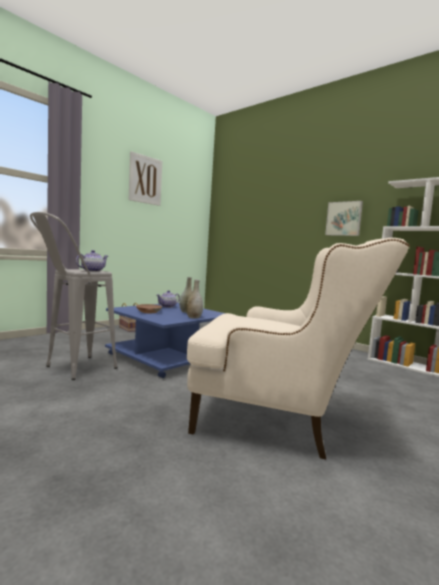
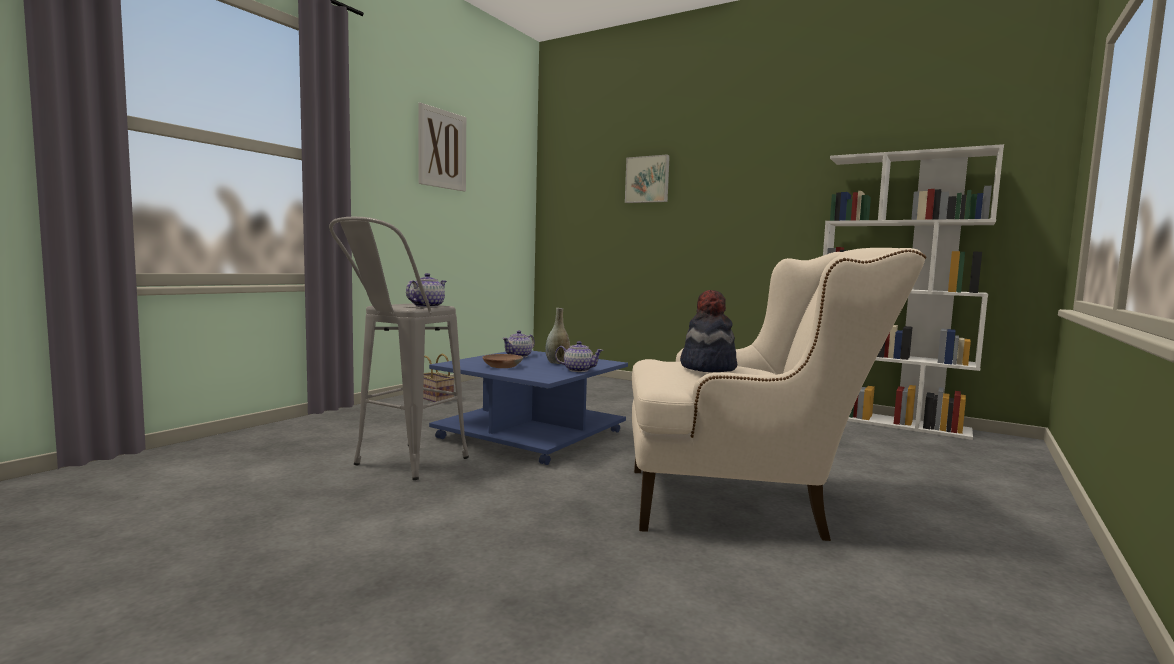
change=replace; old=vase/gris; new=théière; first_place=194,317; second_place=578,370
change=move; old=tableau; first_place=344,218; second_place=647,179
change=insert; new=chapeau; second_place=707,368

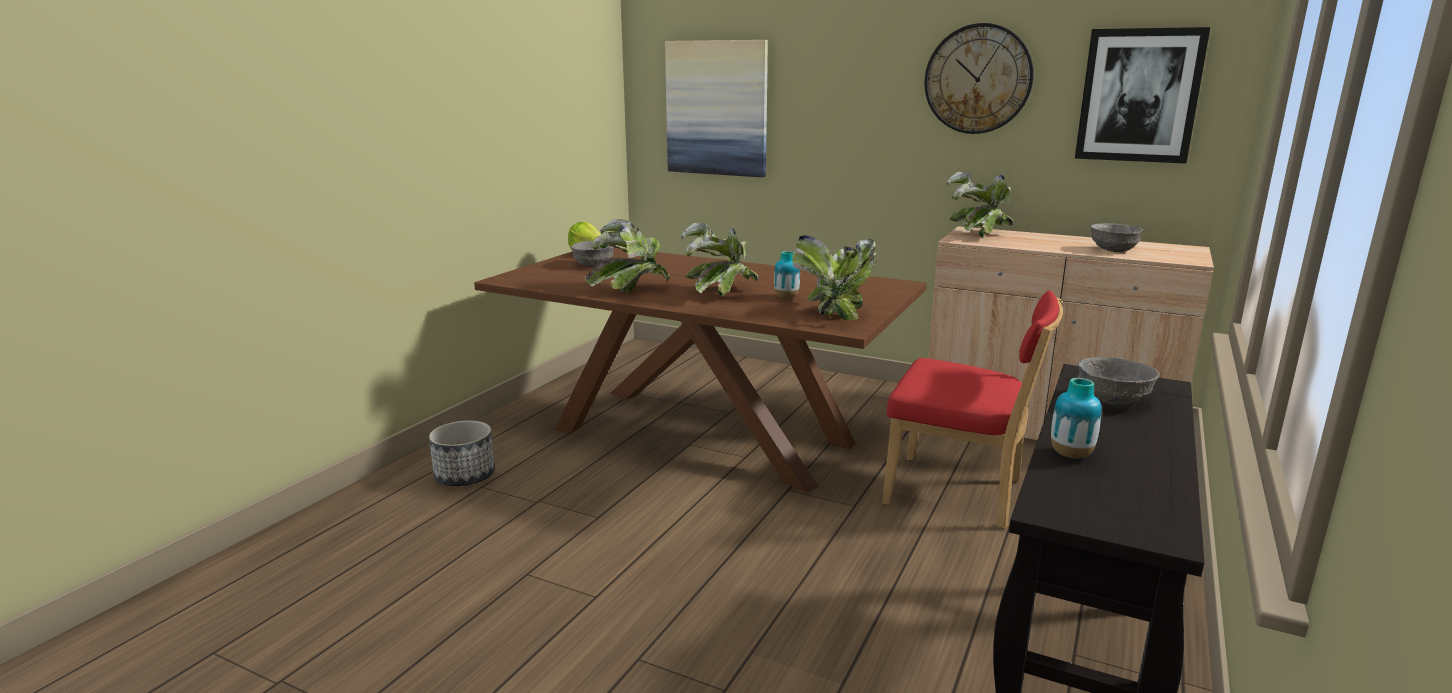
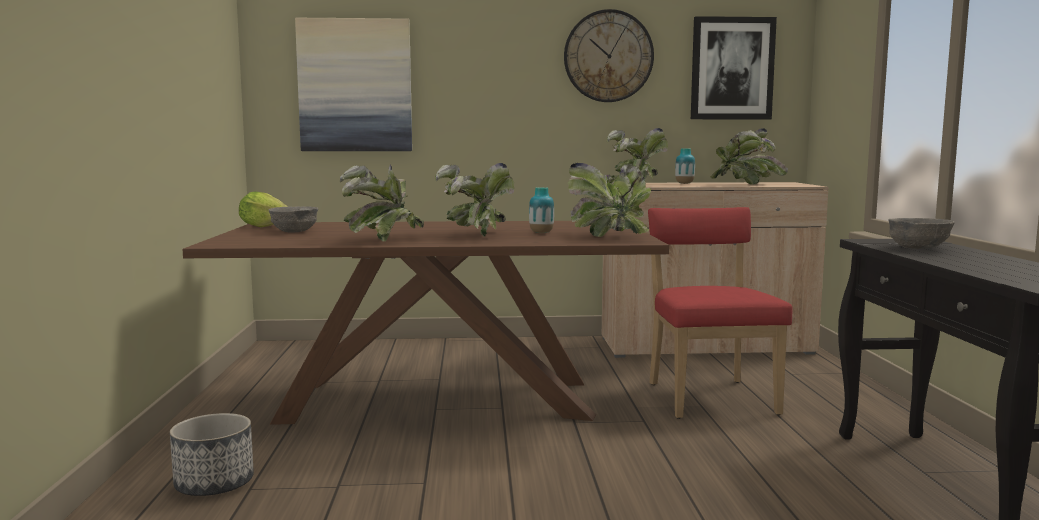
change=rotate; old=chaise/rouge; first_place=961,494; second_place=709,396; degrees=-90
change=move; old=vase; first_place=1071,455; second_place=684,183
change=replace; old=bol/gris; new=plante en pot; first_place=1113,250; second_place=746,184

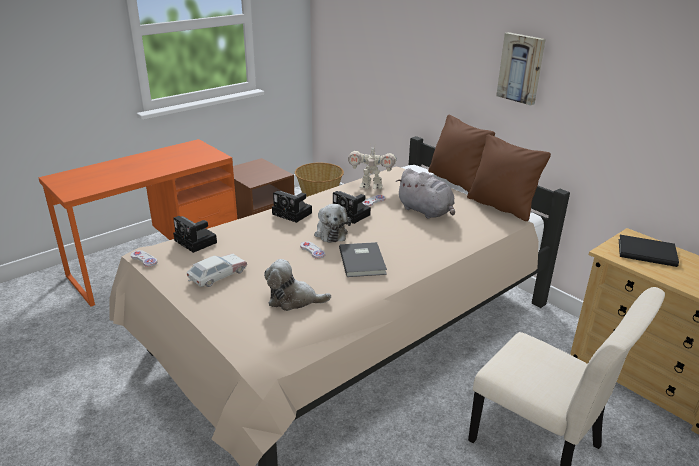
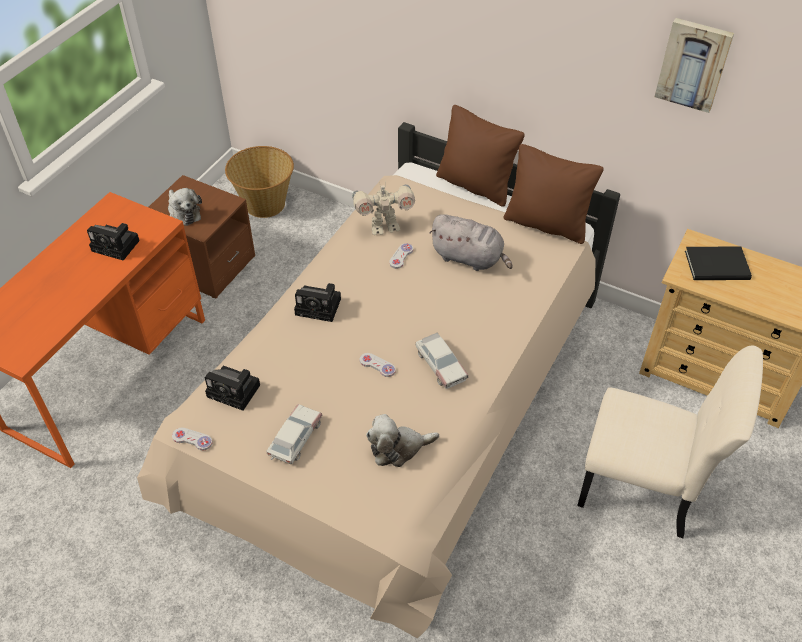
change=move; old=appareil photo; first_place=352,214; second_place=117,246
change=move; old=peluche; first_place=330,233; second_place=183,212
change=replace; old=livre/gris; new=petite voiture; first_place=363,261; second_place=440,364
change=move; old=tableau; first_place=521,68; second_place=693,64

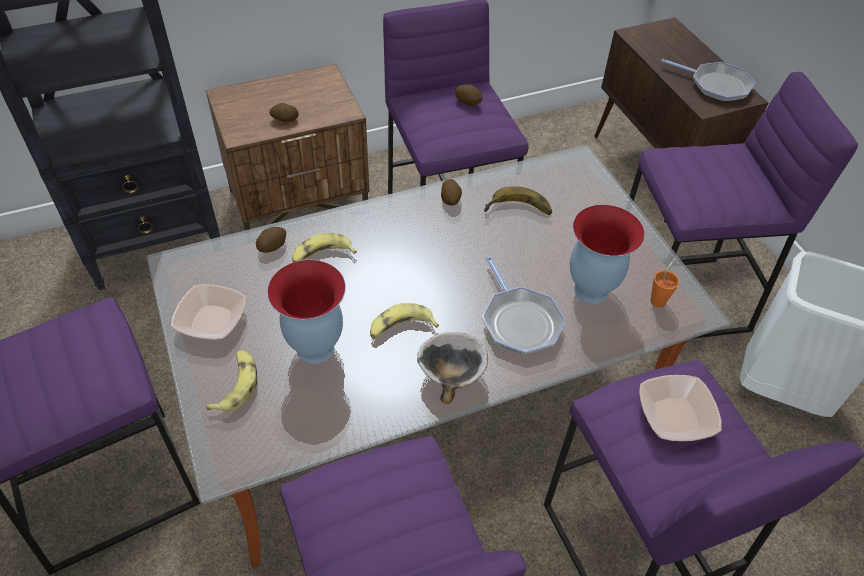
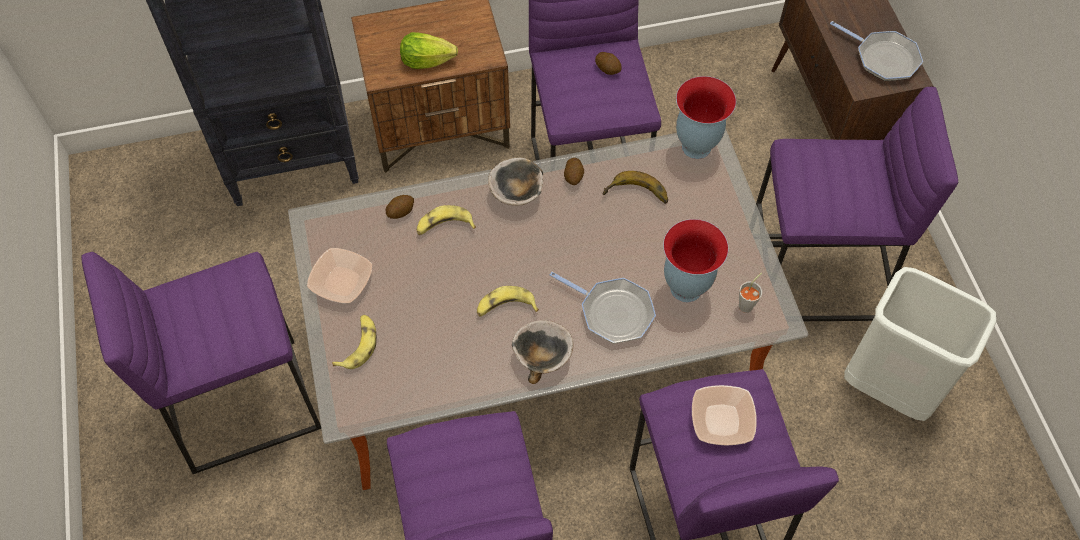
change=replace; old=pomme de terre; new=laitue; first_place=284,119; second_place=426,61
change=insert; new=bol; second_place=516,193
change=rotate; old=poêle; first_place=519,321; second_place=612,312; degrees=-45
change=move; old=vase; first_place=314,348; second_place=695,146
change=recolor; old=tasse/orange; new=tasse/gris; first_place=659,299; second_place=748,304

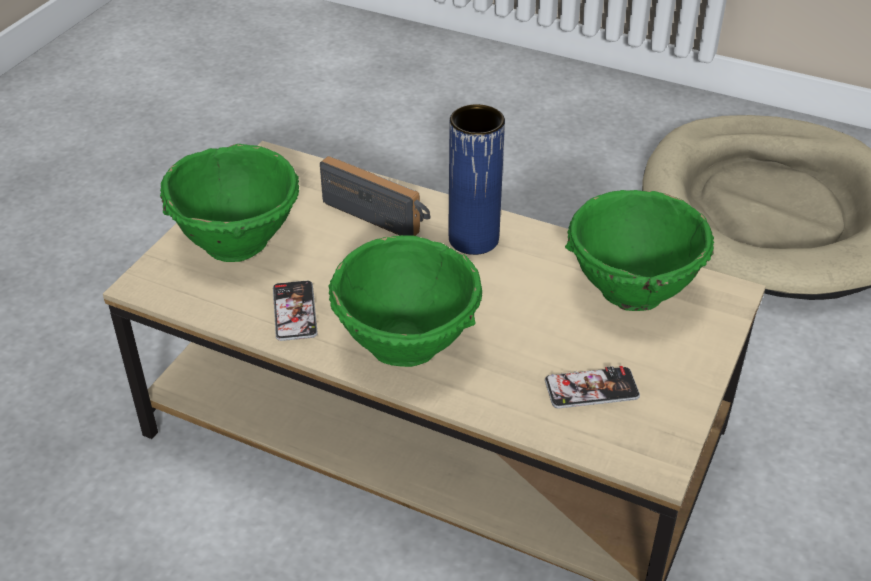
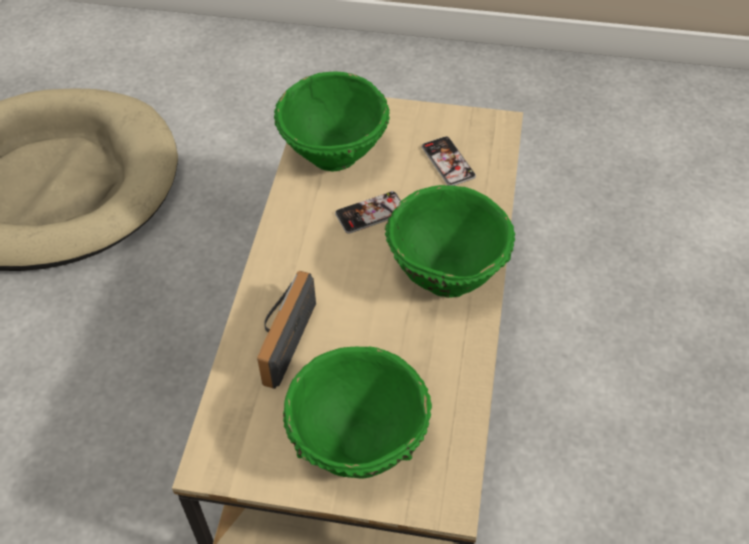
change=move; old=téléphone; first_place=294,311; second_place=371,213
change=delete; old=vase/bleu; first_place=473,239

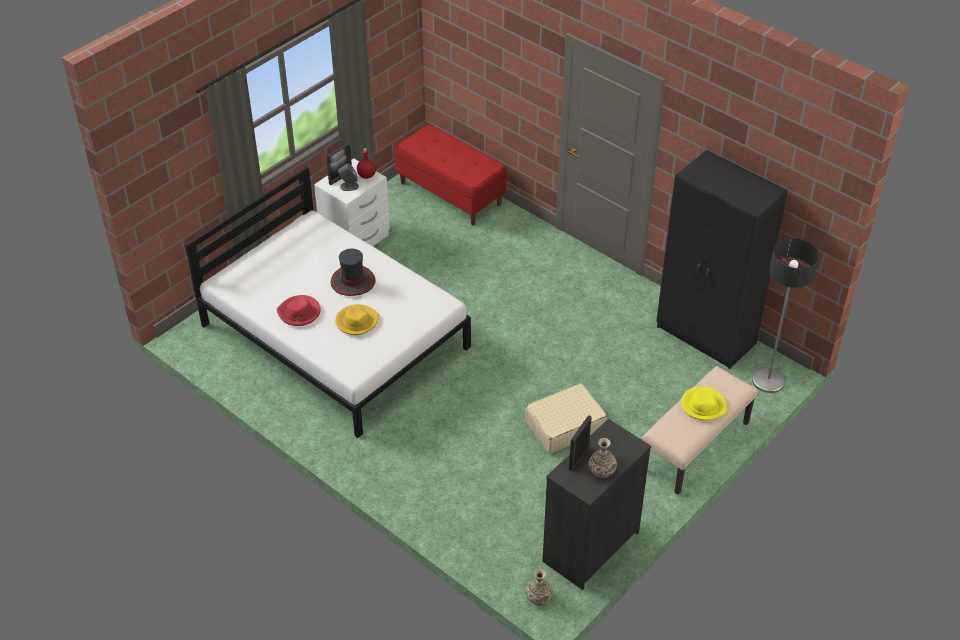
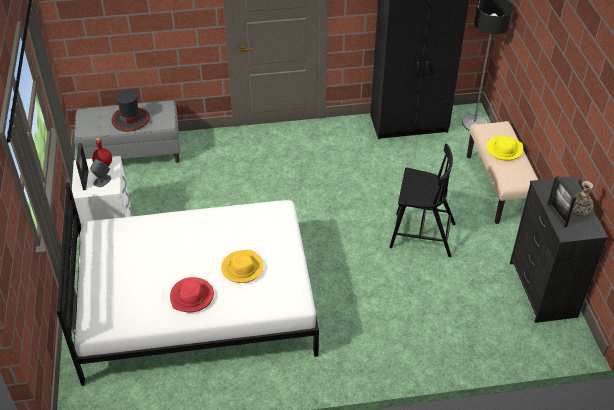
change=recolor; old=banc/rouge; new=banc/gris; first_place=451,193; second_place=132,153
change=move; old=chapeau; first_place=353,281; second_place=131,119
change=replace; old=valise/beige; new=chaise/noir; first_place=564,426; second_place=421,235
change=delete; old=vase; first_place=538,597

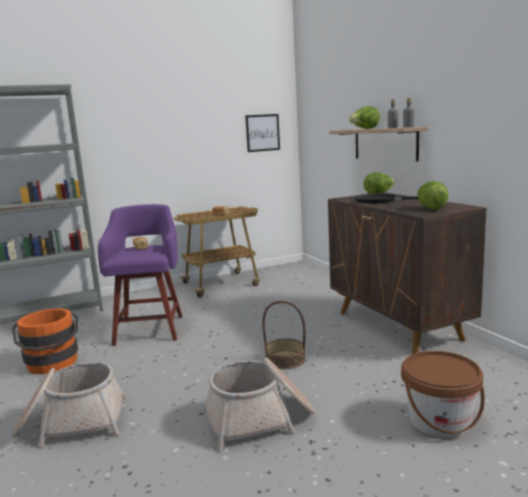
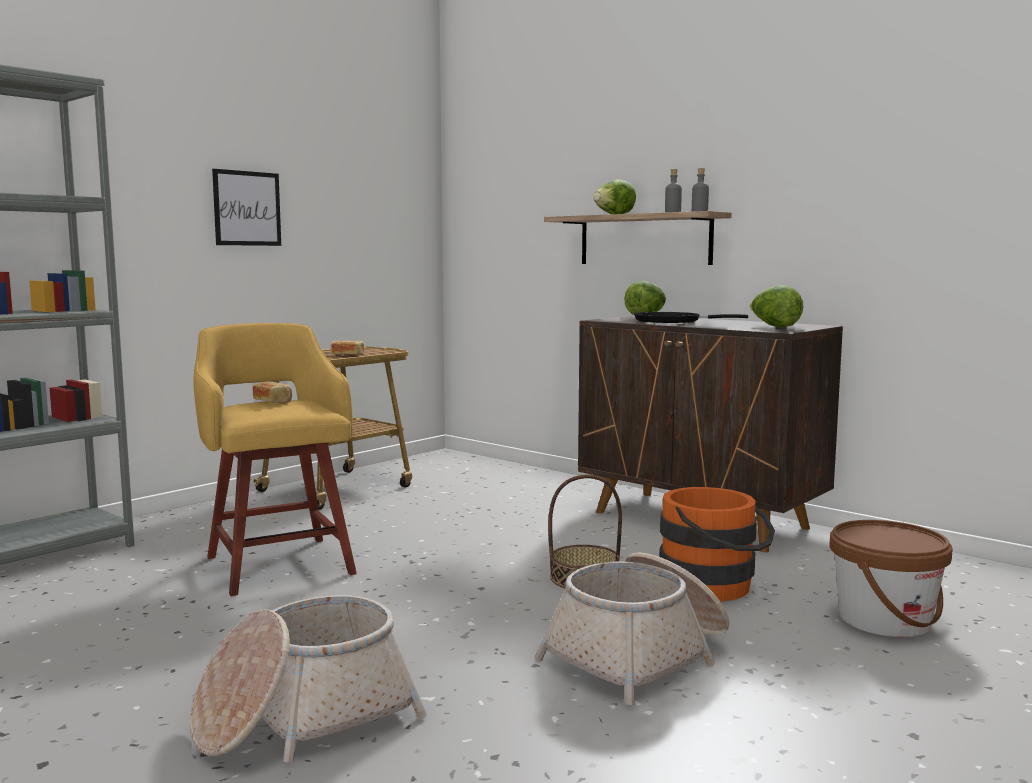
change=recolor; old=tabouret/violet; new=tabouret/jaune; first_place=150,329; second_place=279,563
change=move; old=tableau; first_place=262,133; second_place=247,208
change=move; old=seau/orange; first_place=52,365; second_place=714,587

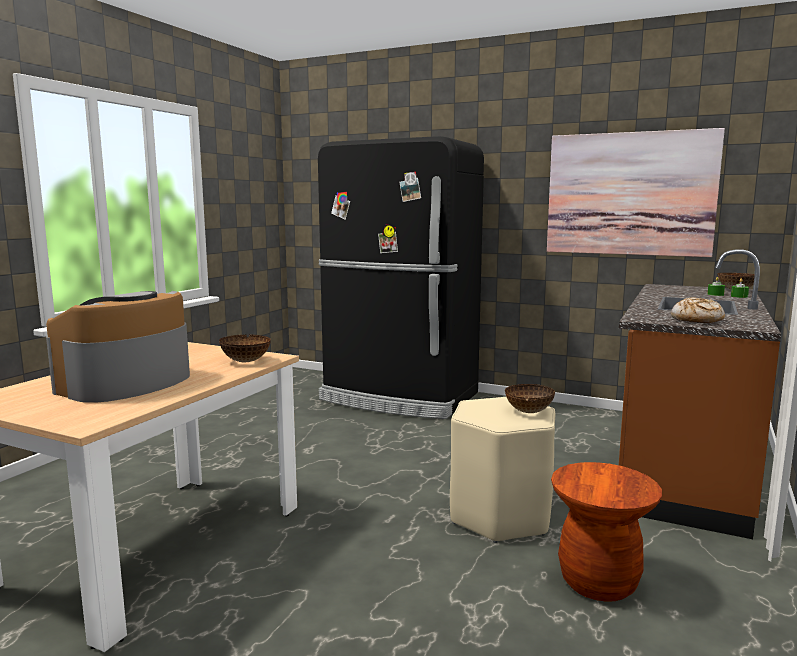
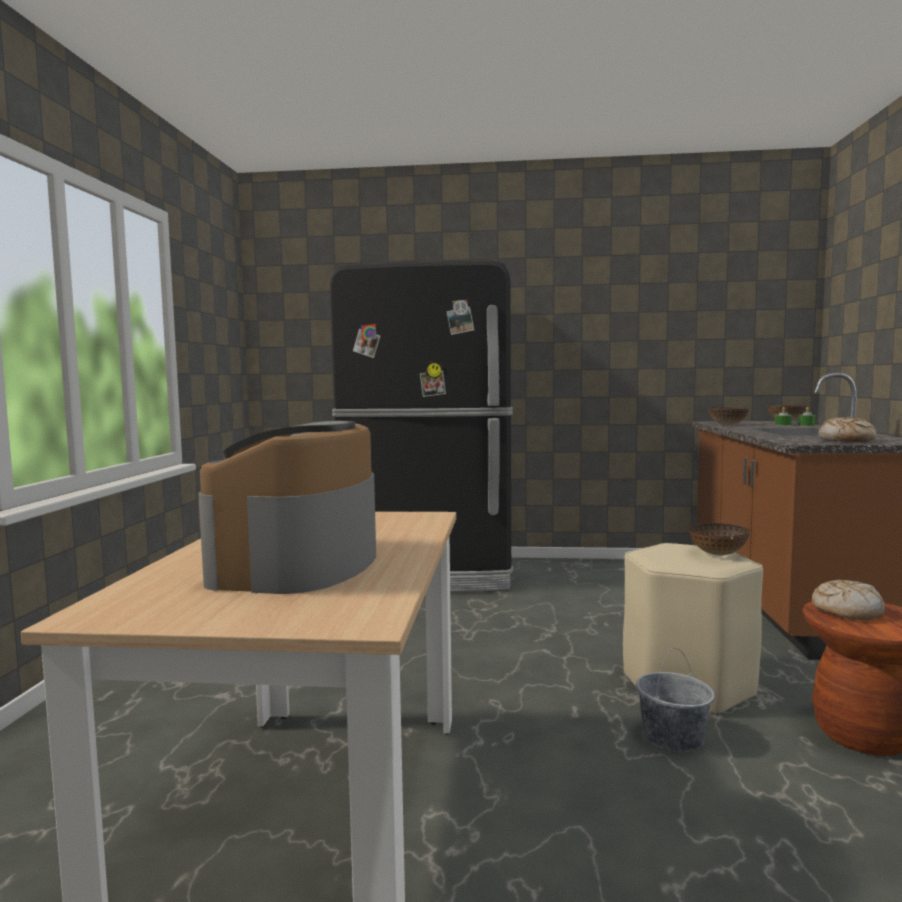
change=insert; new=seau/gris; second_place=672,737
change=move; old=bol; first_place=246,361; second_place=728,425
change=insert; new=pain; second_place=846,610
change=delete; old=tableau; first_place=629,194

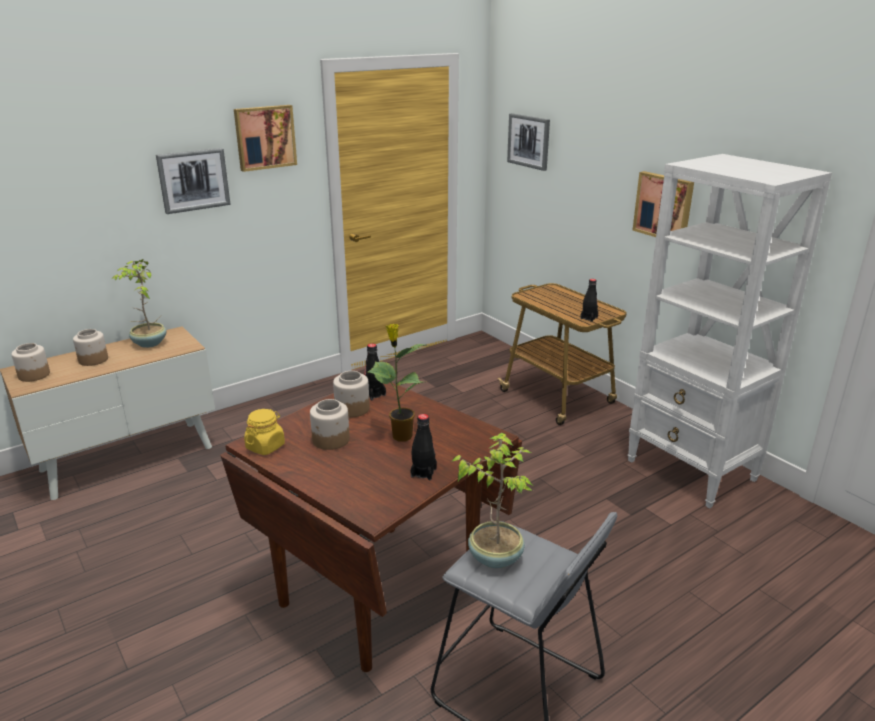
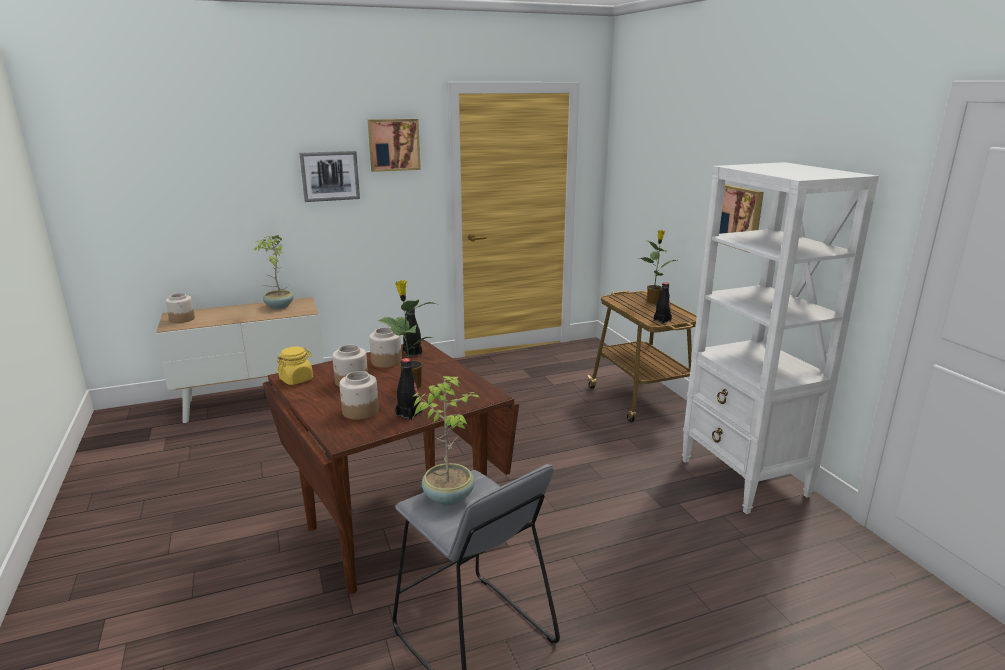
change=move; old=bocal; first_place=93,360; second_place=360,411
change=insert; new=plante en pot; second_place=653,301
change=delete; old=tableau; first_place=529,141

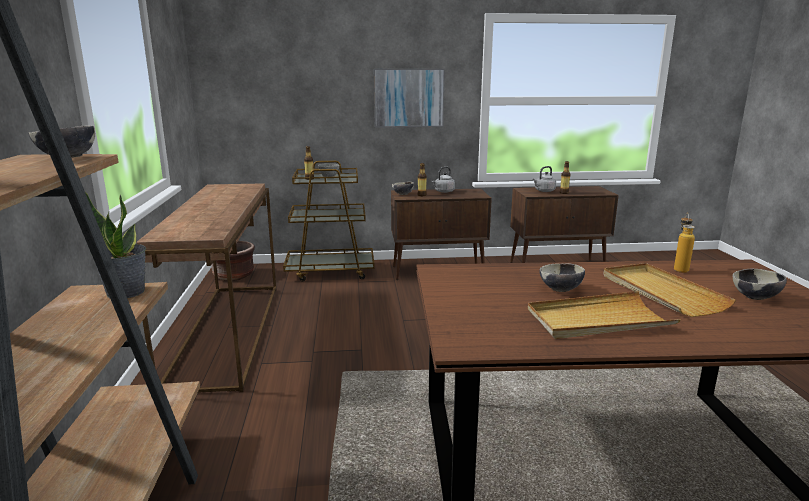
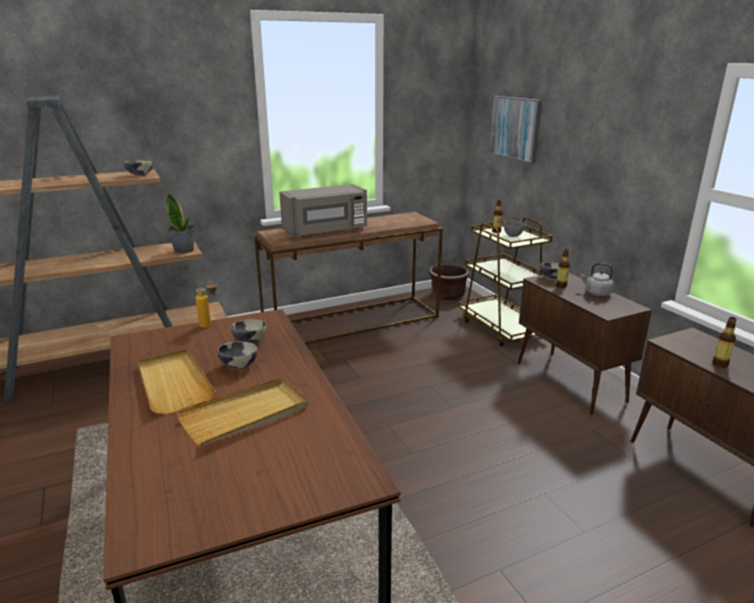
change=move; old=bouteille; first_place=680,268; second_place=210,325
change=move; old=bol; first_place=755,297; second_place=250,341
change=insert; new=micro-ondes/gris; second_place=326,230
change=move; old=tableau; first_place=409,98; second_place=515,128
change=delete; old=bouilloire/gris; first_place=544,191

